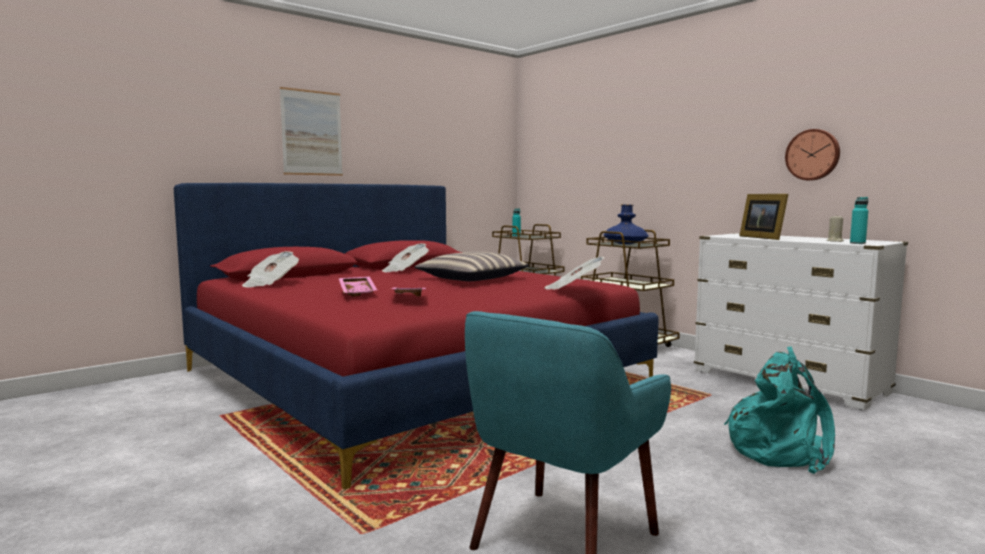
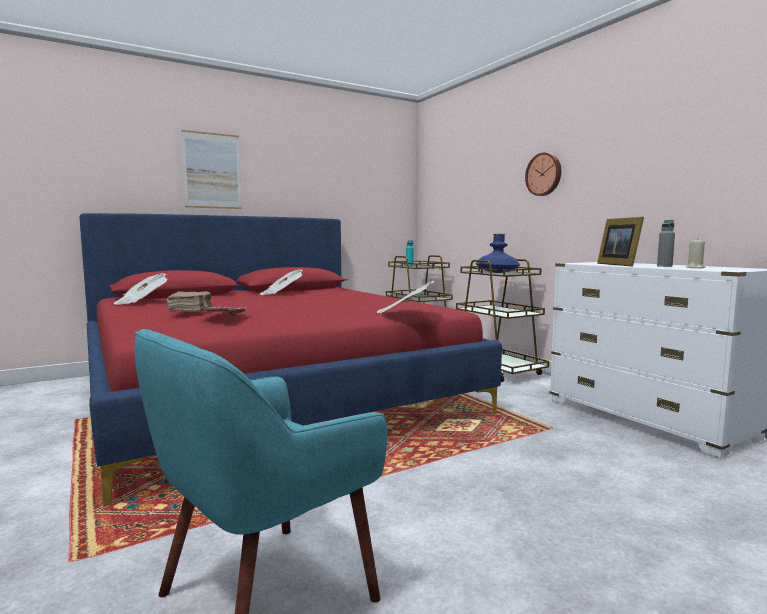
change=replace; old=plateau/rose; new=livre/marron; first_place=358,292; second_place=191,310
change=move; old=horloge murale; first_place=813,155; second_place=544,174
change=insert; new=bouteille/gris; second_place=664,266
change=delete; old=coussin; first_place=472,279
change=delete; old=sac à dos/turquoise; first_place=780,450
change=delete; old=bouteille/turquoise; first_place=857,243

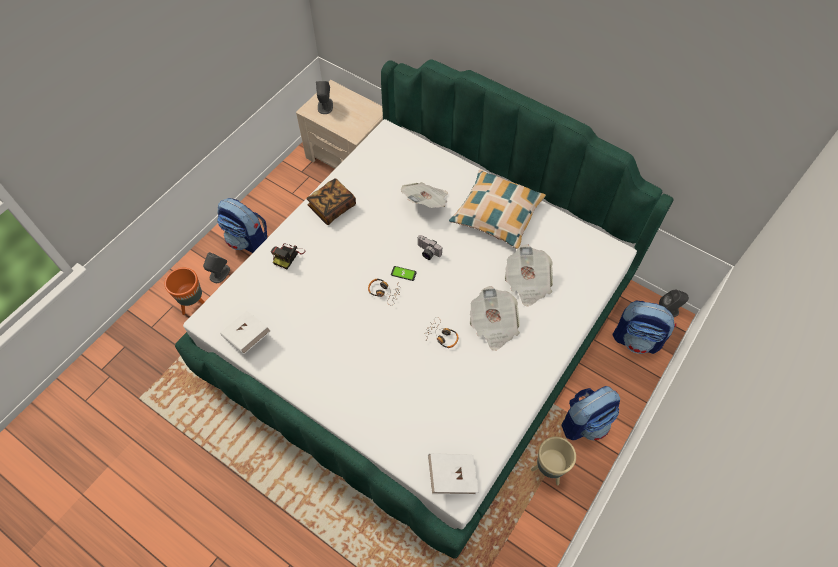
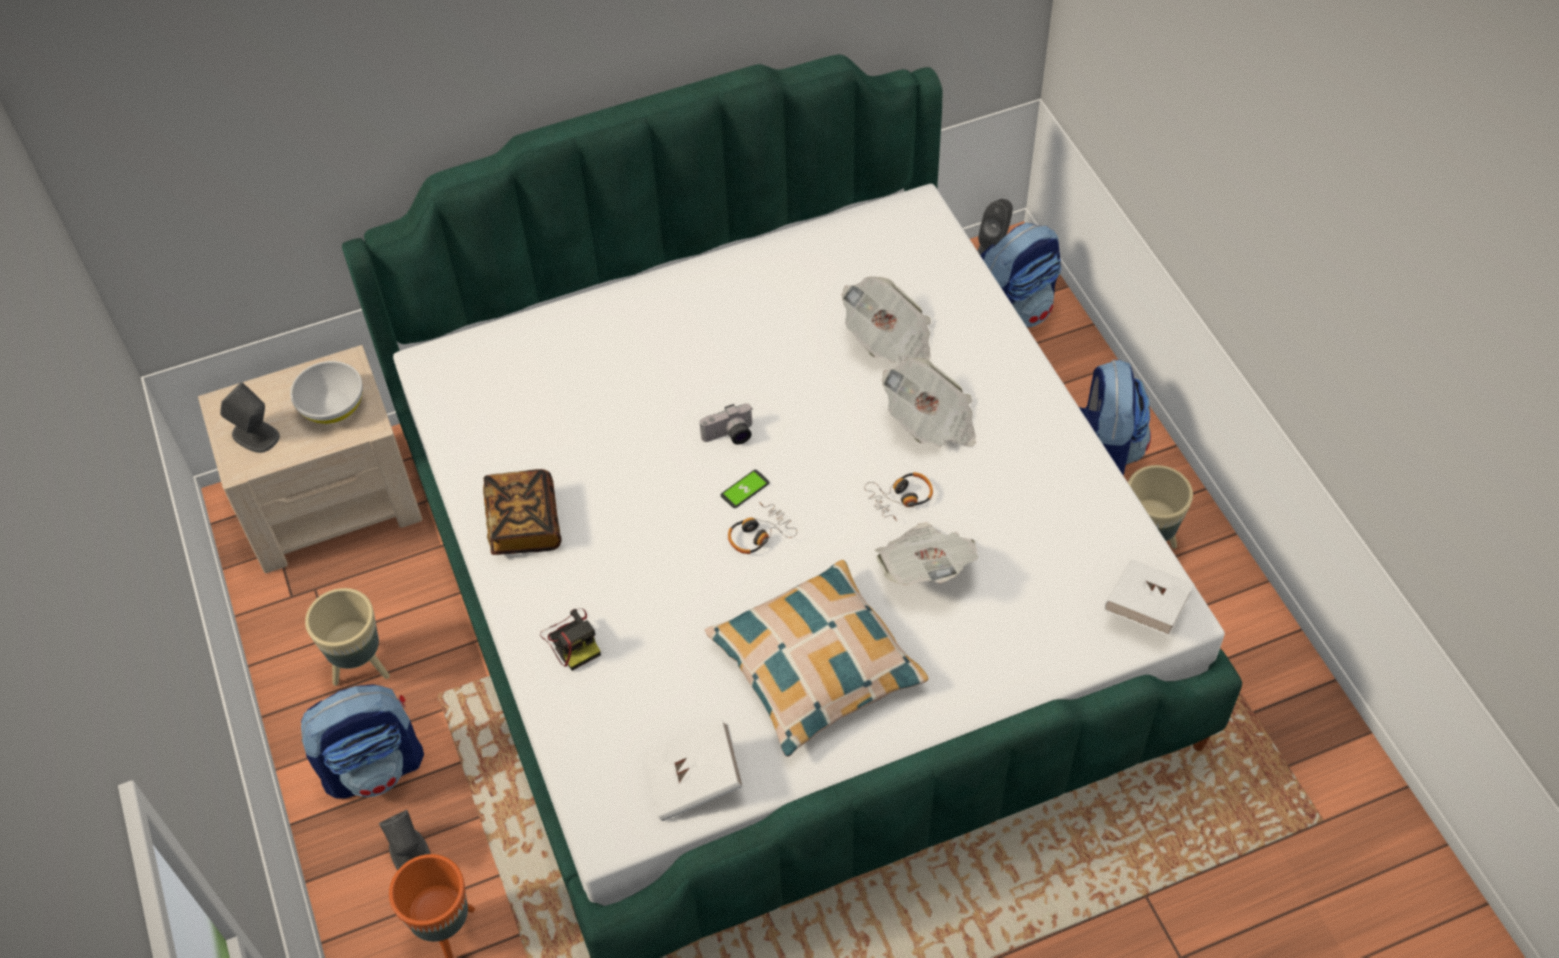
change=insert; new=bol/blanc; second_place=332,407
change=insert; new=cache-pot/beige; second_place=362,667
change=move; old=coussin; first_place=497,214; second_place=816,666
change=move; old=journal; first_place=426,202; second_place=924,568

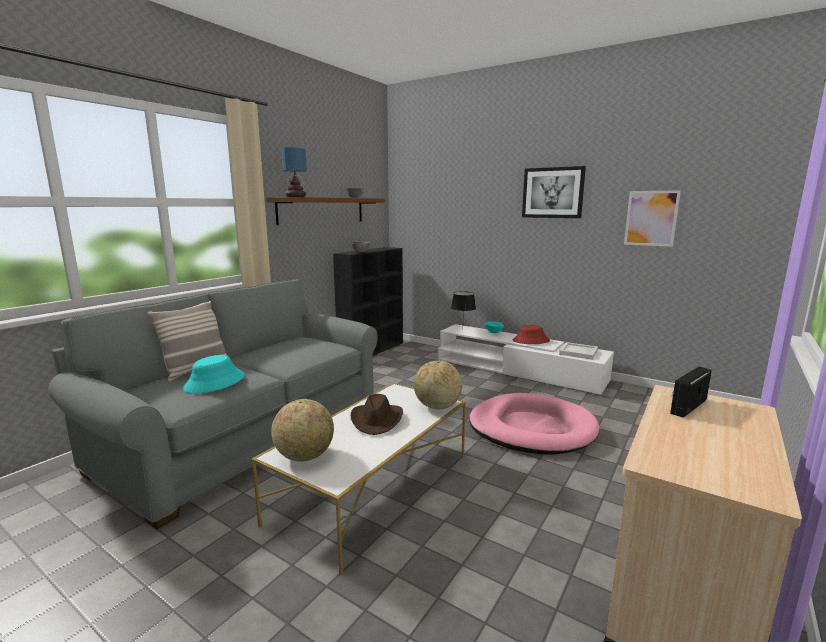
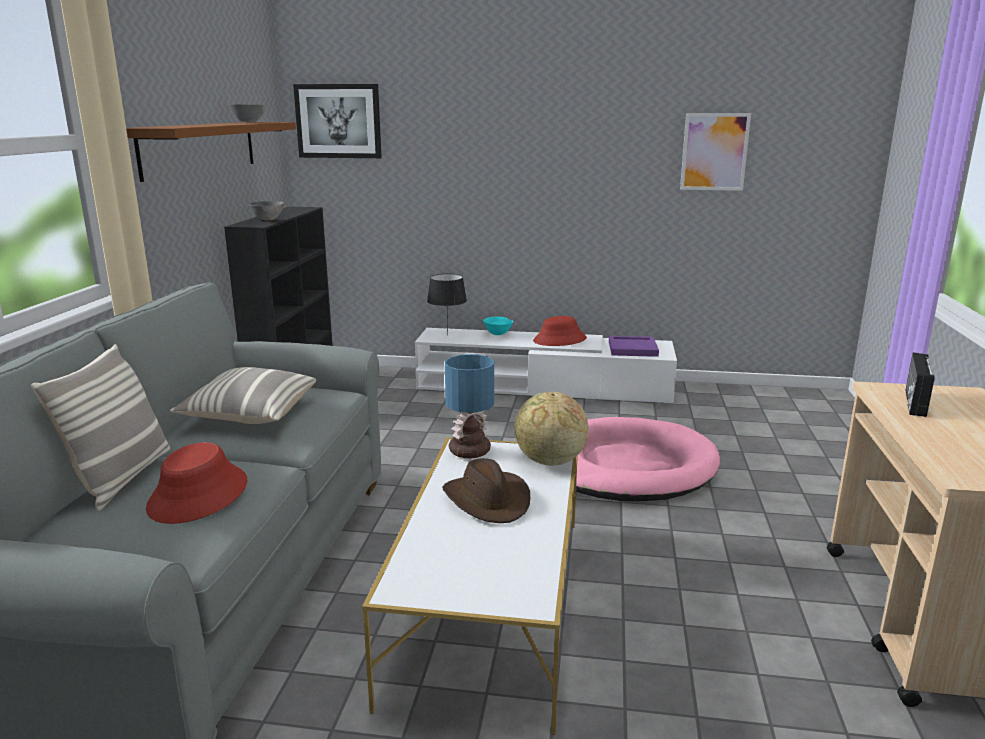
change=recolor; old=chapeau/turquoise; new=chapeau/rouge; first_place=215,382; second_place=199,495
change=insert; new=coussin; second_place=249,414
change=move; old=tableau; first_place=552,193; second_place=338,121
change=move; old=lampe de table; first_place=296,197; second_place=470,450
change=recolor; old=plateau/blanc; new=plateau/violet; first_place=579,352; second_place=633,348
change=delete; old=globe; first_place=305,456

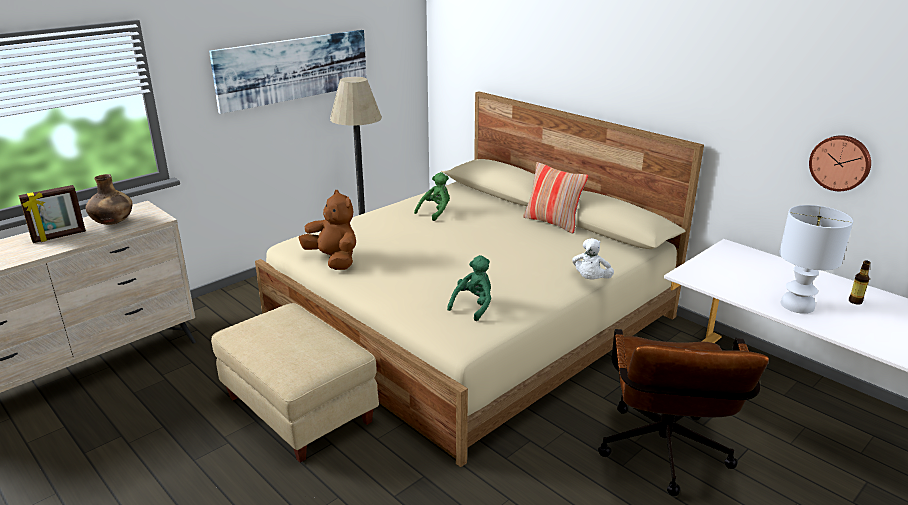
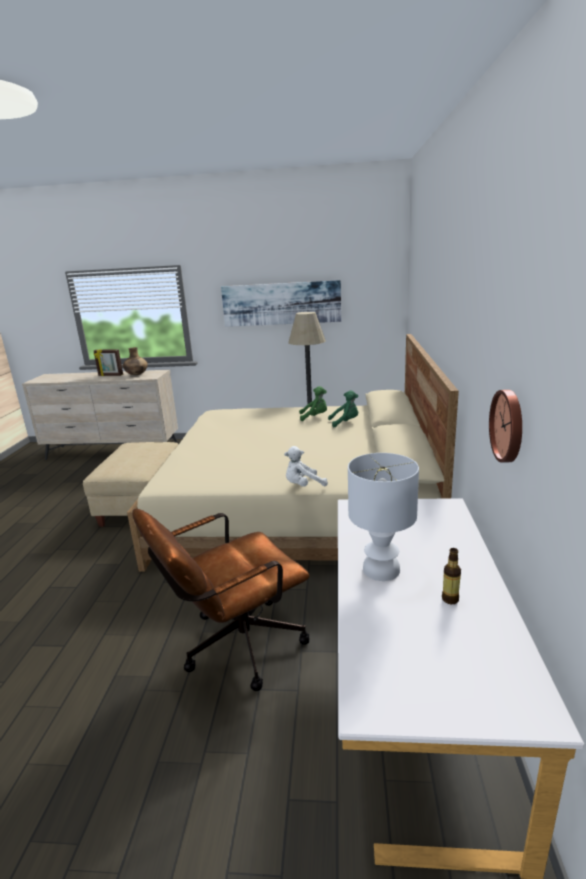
change=move; old=peluche/vert; first_place=473,306; second_place=345,422
change=delete; old=peluche/marron; first_place=333,260
change=delete; old=coussin; first_place=552,222

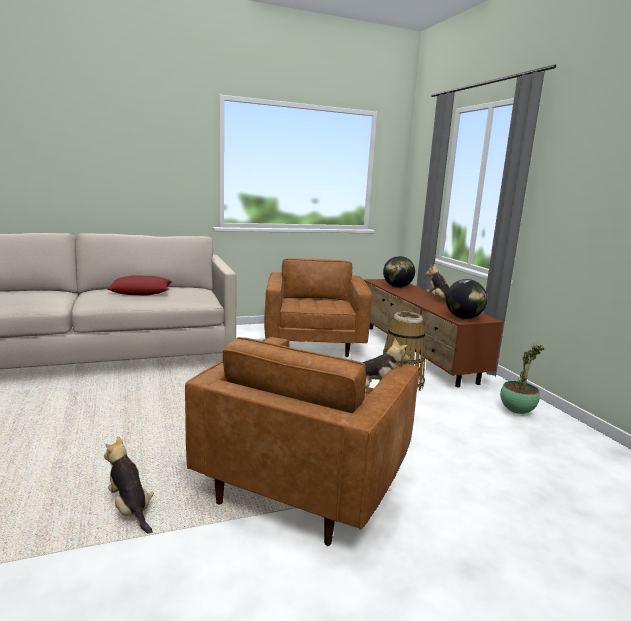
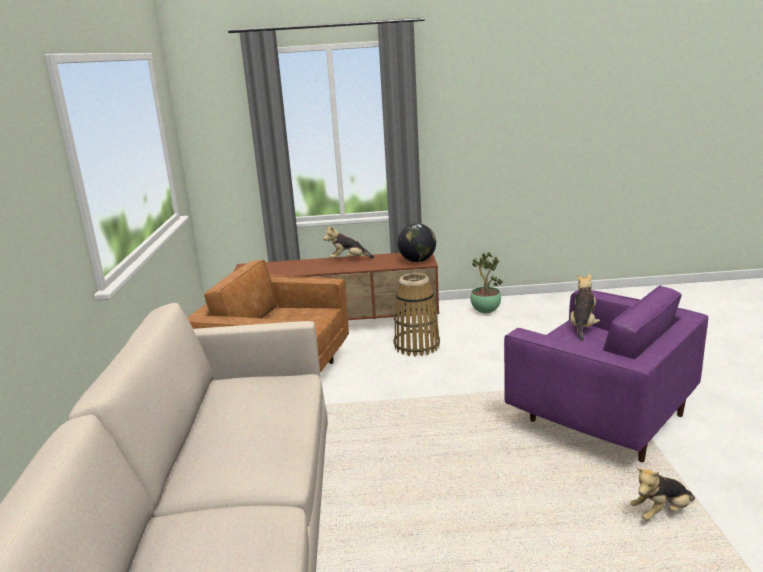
change=recolor; old=fauteuil/marron; new=fauteuil/violet; first_place=304,481; second_place=601,417
change=delete; old=coussin/rouge; first_place=141,291
change=delete; old=globe; first_place=397,287

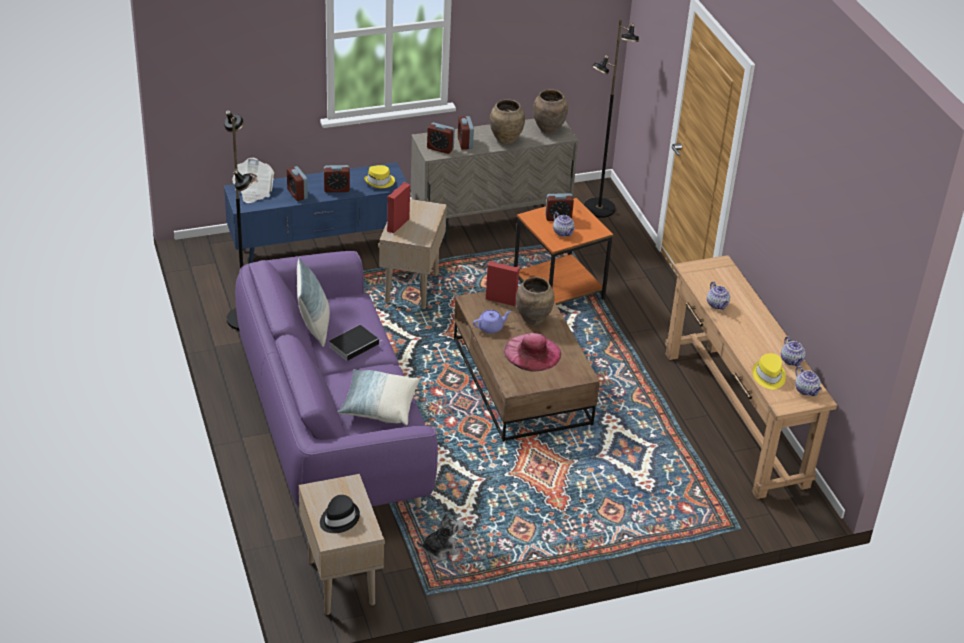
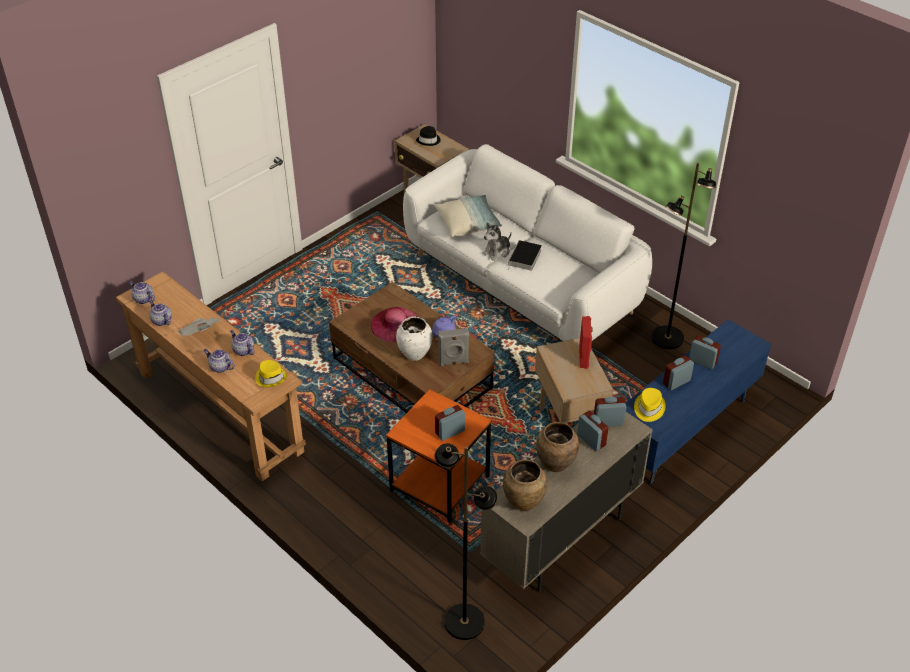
change=move; old=journal; first_place=253,191; second_place=200,334
change=move; old=théière; first_place=563,232; second_place=220,367
change=move; old=chapeau/jaune; first_place=768,376; second_place=271,377
change=recolor; old=vase/marron; new=vase/blanc; first_place=533,319; second_place=414,355
change=recolor; old=canapé/violet; new=canapé/blanc; first_place=332,426; second_place=522,284
change=recolor; old=enceinte/rouge; new=enceinte/gris; first_place=501,300; second_place=453,362
change=move; old=peluche; first_place=440,549; second_place=497,252
change=delete; old=coussin; first_place=314,326

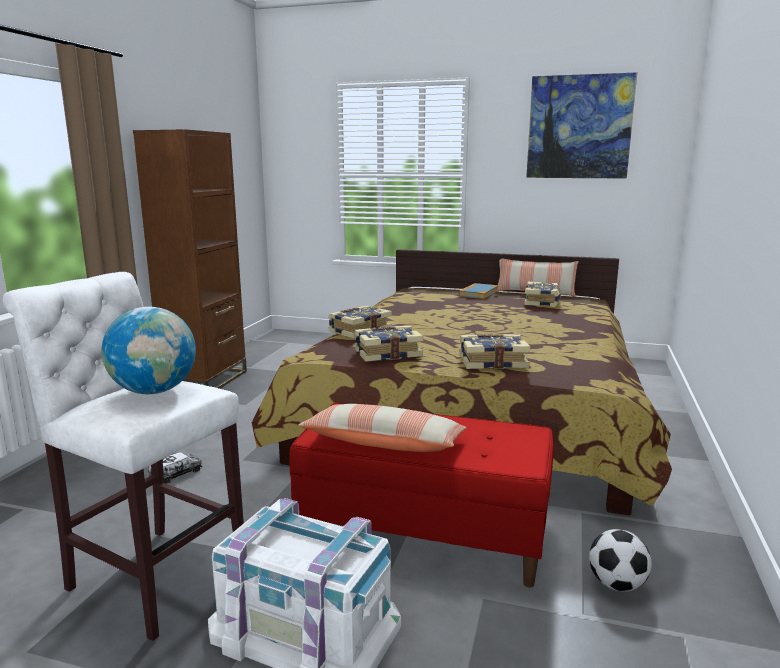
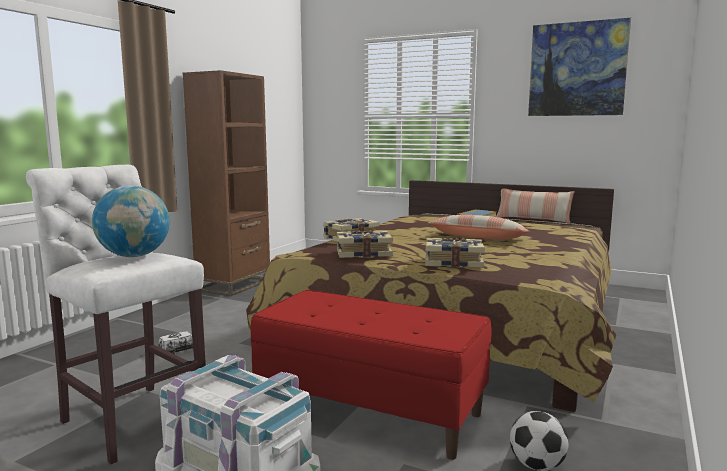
change=move; old=coussin; first_place=384,443; second_place=478,238
change=delete; old=livre; first_place=542,302

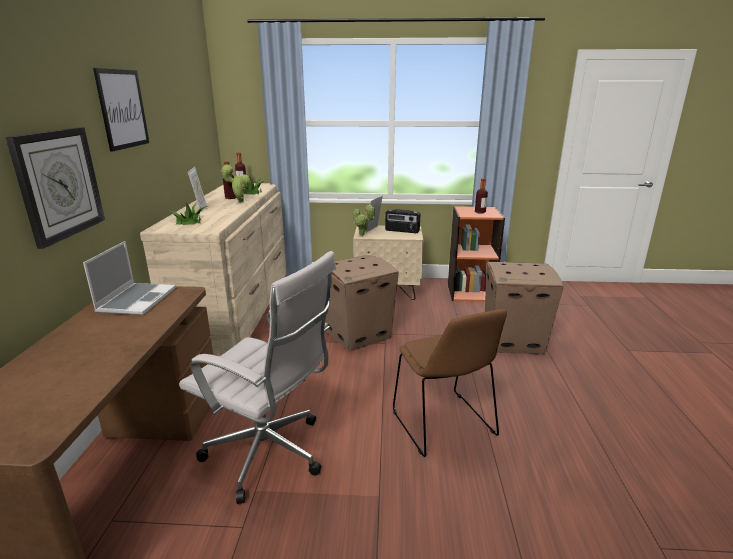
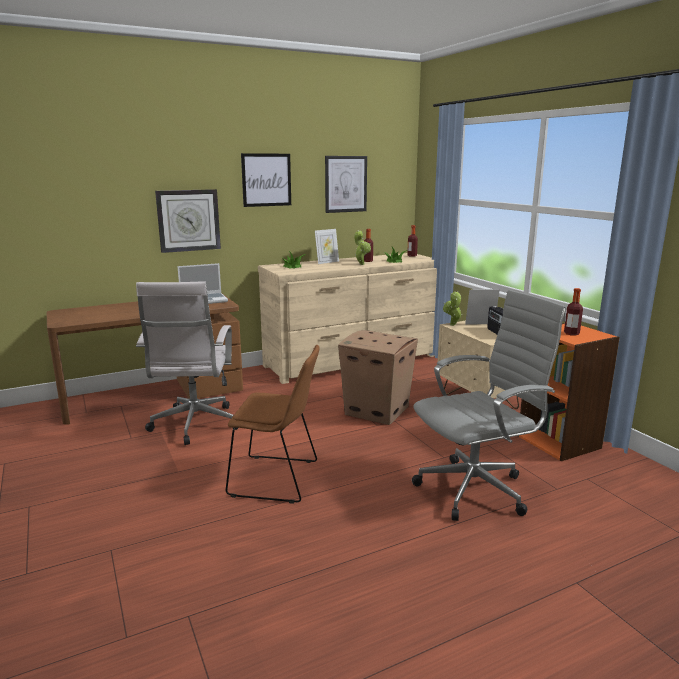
change=rotate; old=chaise/marron; first_place=444,425; second_place=277,479; degrees=-120
change=insert; new=tableau; second_place=345,184
change=replace; old=carton; new=chaise de bureau/gris; first_place=514,340; second_place=477,489

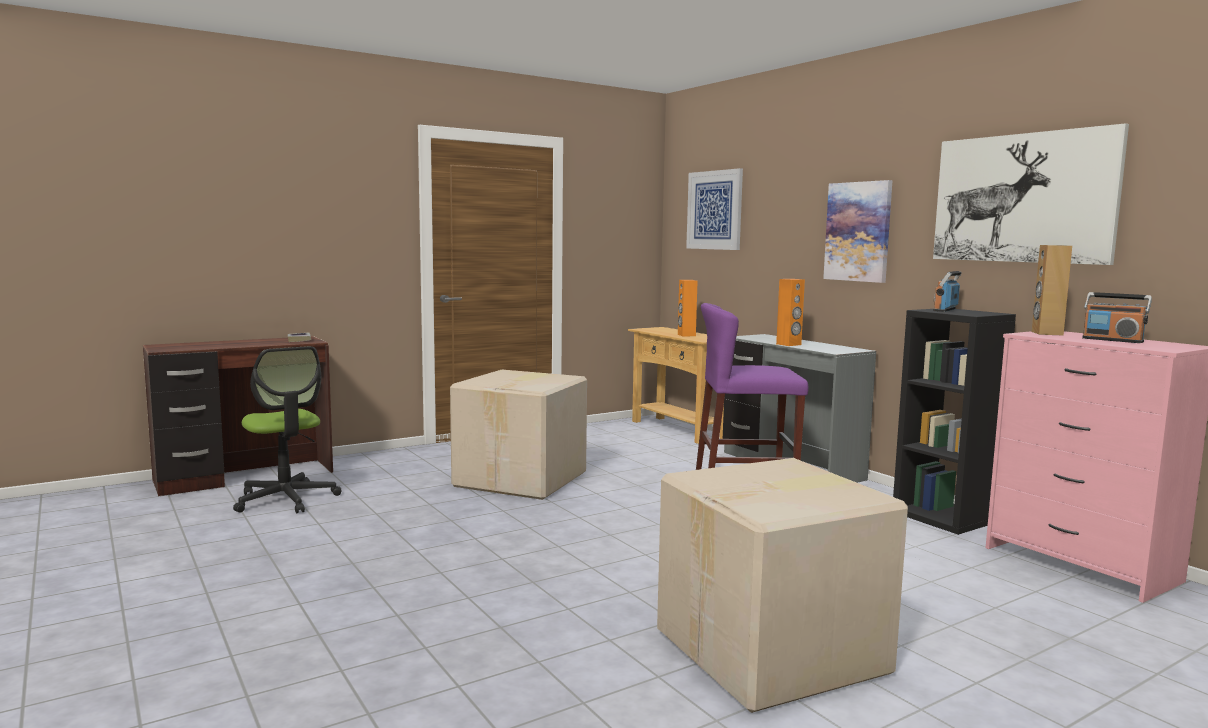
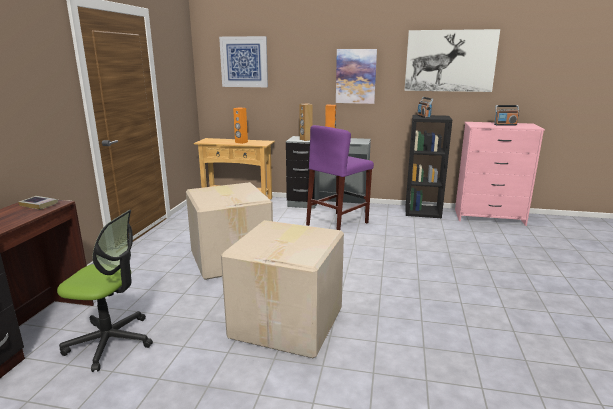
change=move; old=carton; first_place=774,652; second_place=289,322
change=move; old=enceinte/marron; first_place=1046,333; second_place=305,139

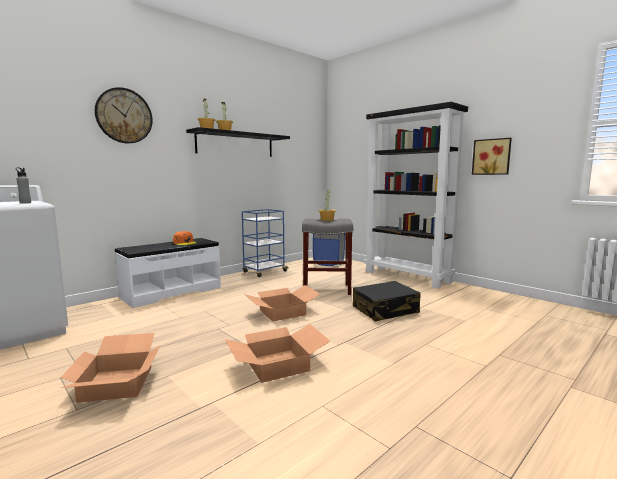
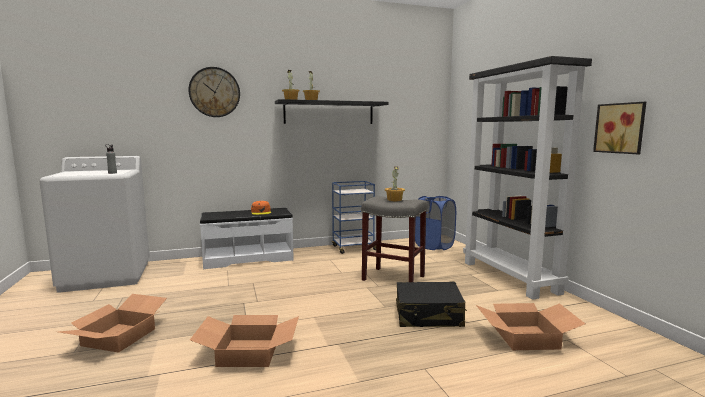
change=move; old=carton; first_place=282,312; second_place=526,337

